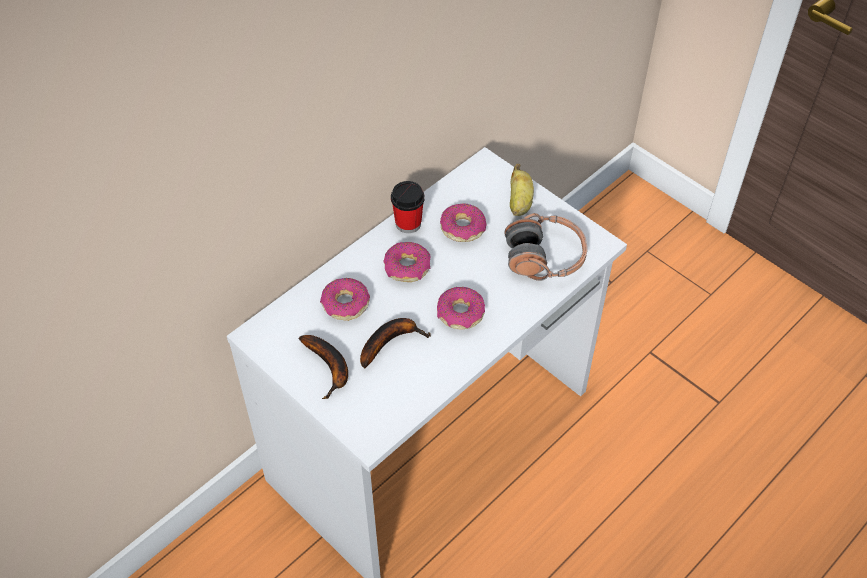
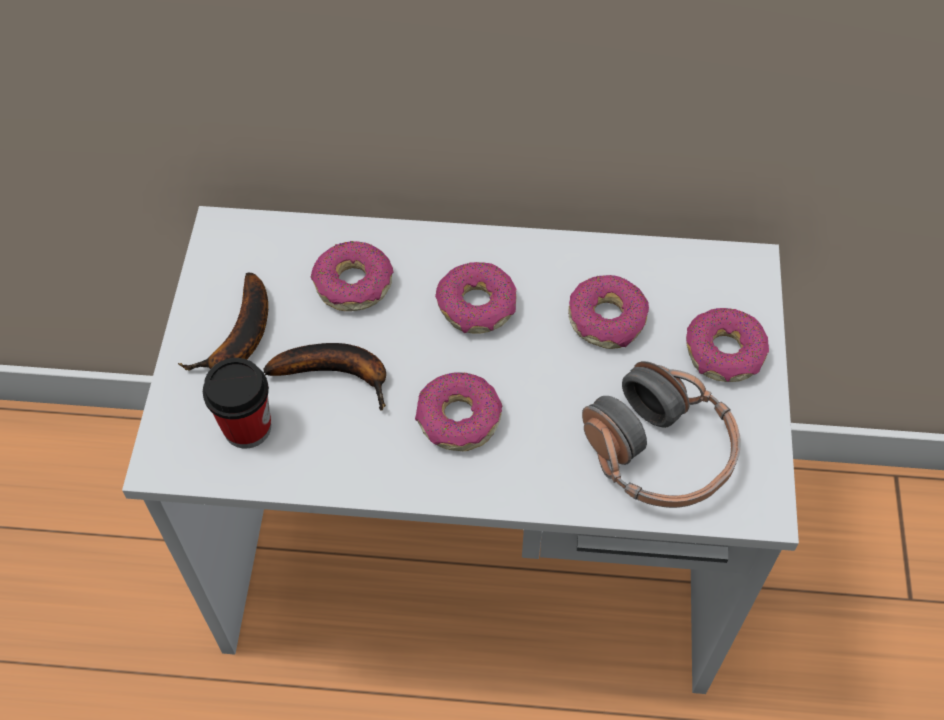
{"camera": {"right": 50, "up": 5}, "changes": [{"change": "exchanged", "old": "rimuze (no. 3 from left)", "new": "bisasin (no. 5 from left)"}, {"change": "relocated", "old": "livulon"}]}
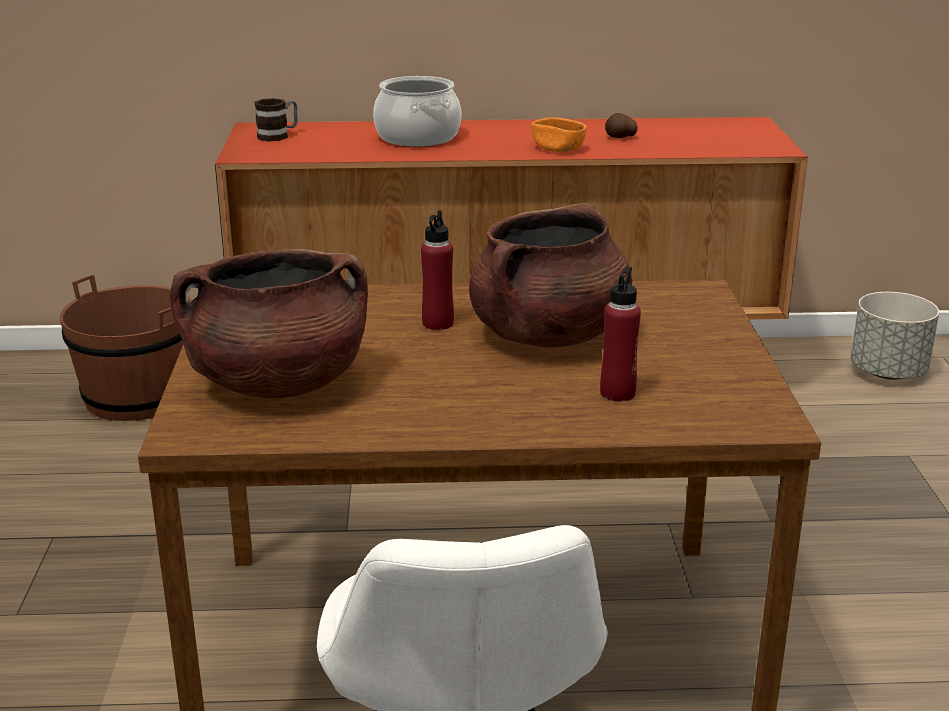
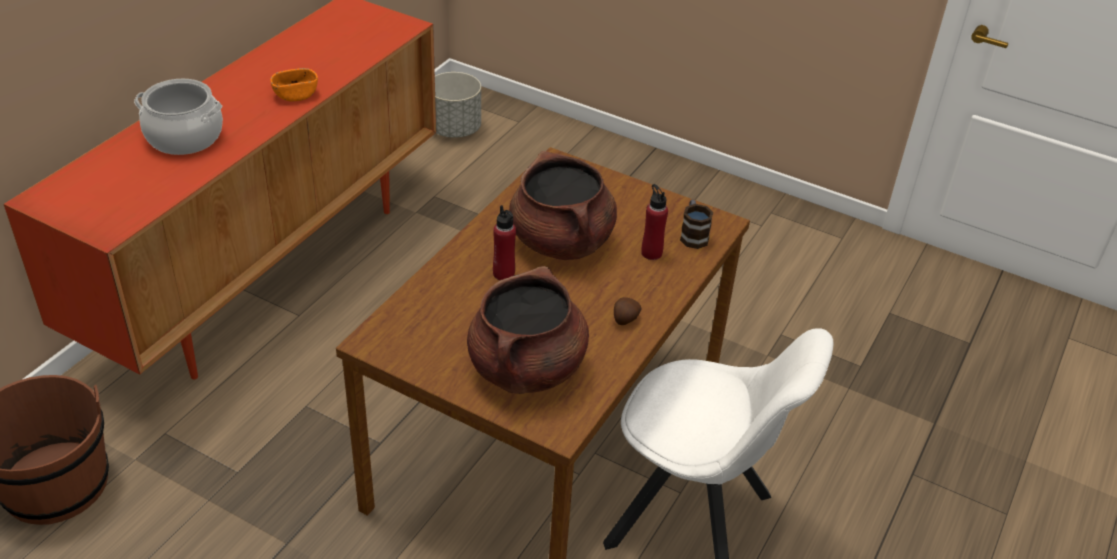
{"camera": {"right": -60, "up": 15}, "changes": [{"change": "relocated", "old": "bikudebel"}, {"change": "relocated", "old": "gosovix"}]}
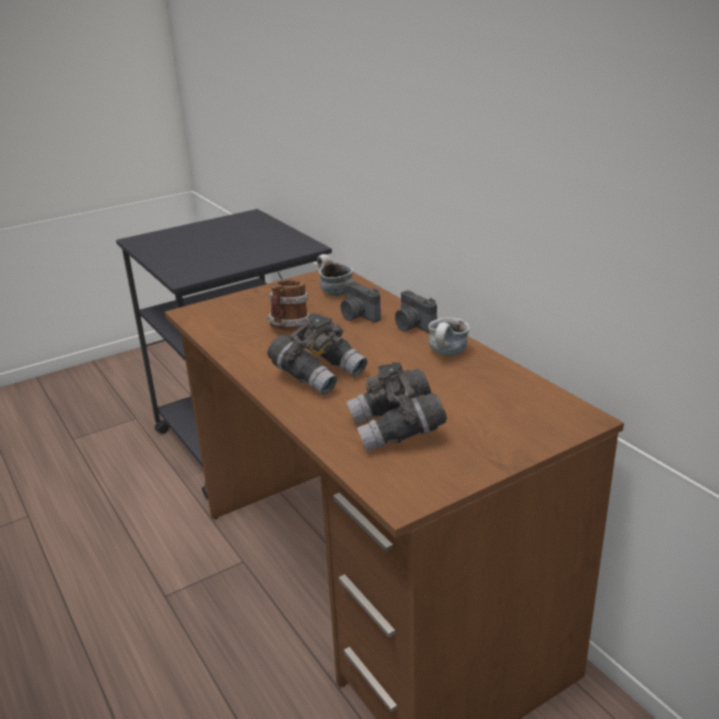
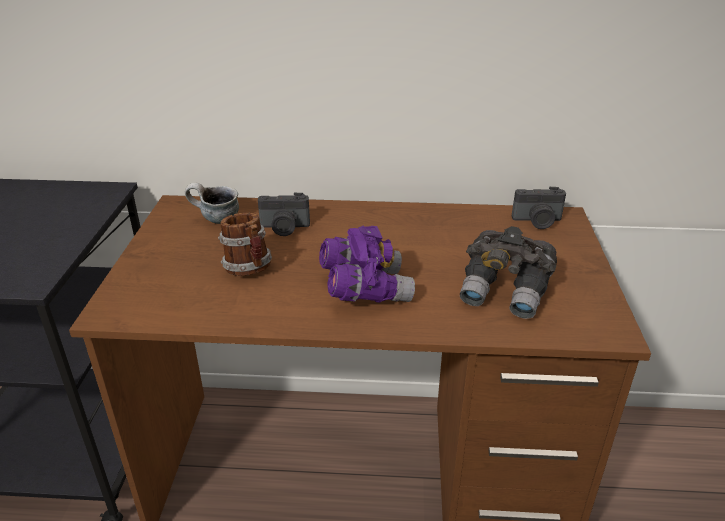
{"camera": {"right": -55, "up": 5}, "changes": [{"change": "relocated", "old": "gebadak (no. 2 from left)"}, {"change": "colour", "old": "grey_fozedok (no. 1 from left)", "new": "purple_fozedok"}, {"change": "missing", "old": "bikudebel (no. 3 from left)"}]}
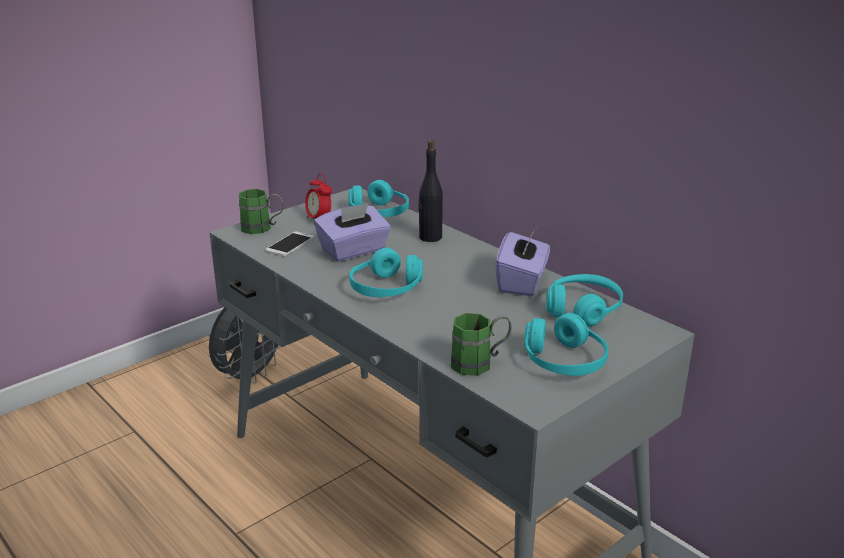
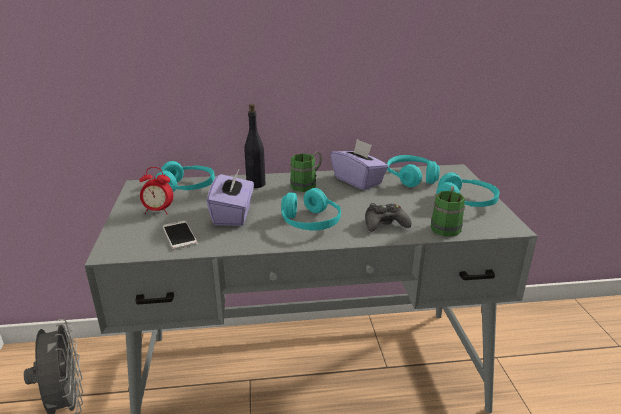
{"camera": {"right": -55, "up": 0}, "changes": [{"change": "relocated", "old": "green_bikudebel (no. 1 from left)"}, {"change": "appeared", "new": "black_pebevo"}]}
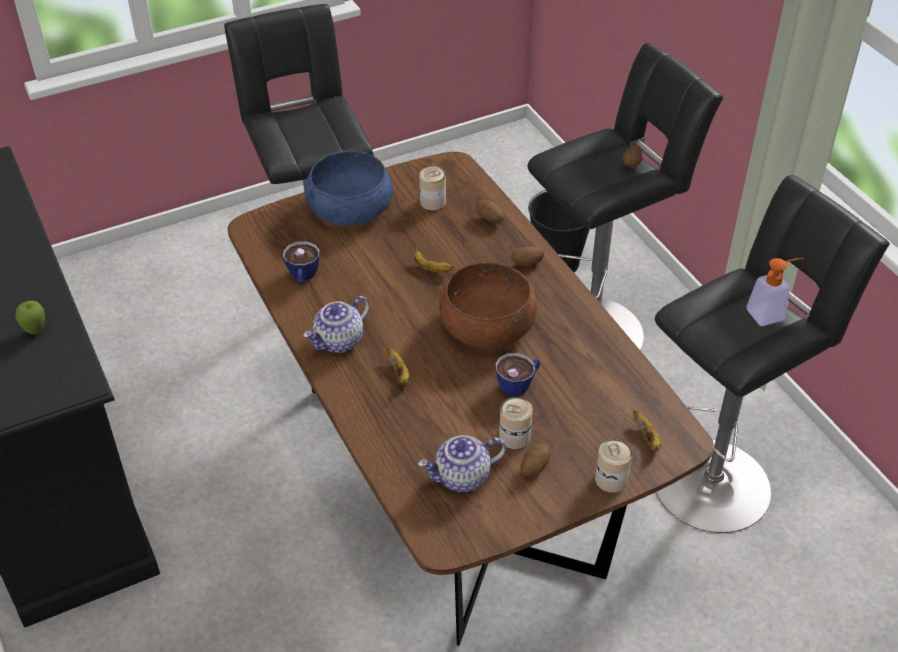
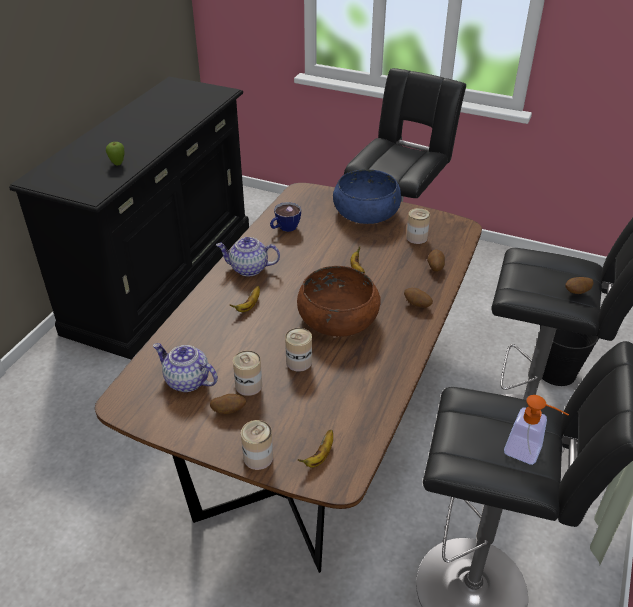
{"camera": {"right": 50, "up": -5}, "changes": [{"change": "exchanged", "old": "livulon (no. 2 from left)", "new": "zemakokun (no. 3 from left)"}]}
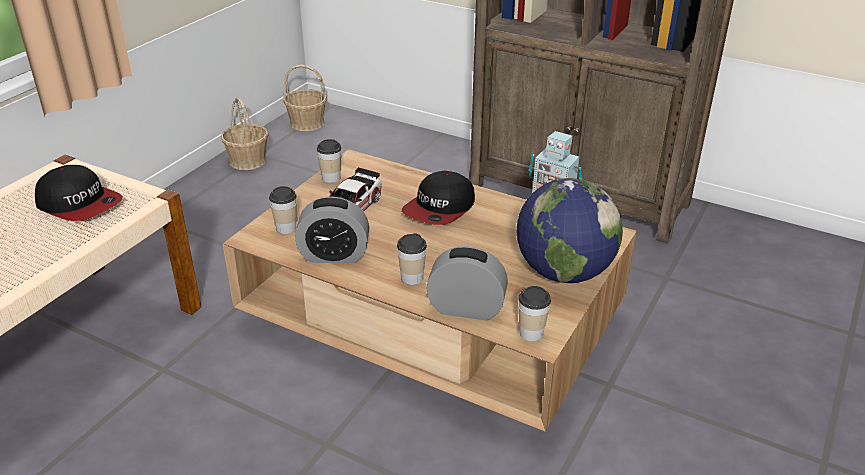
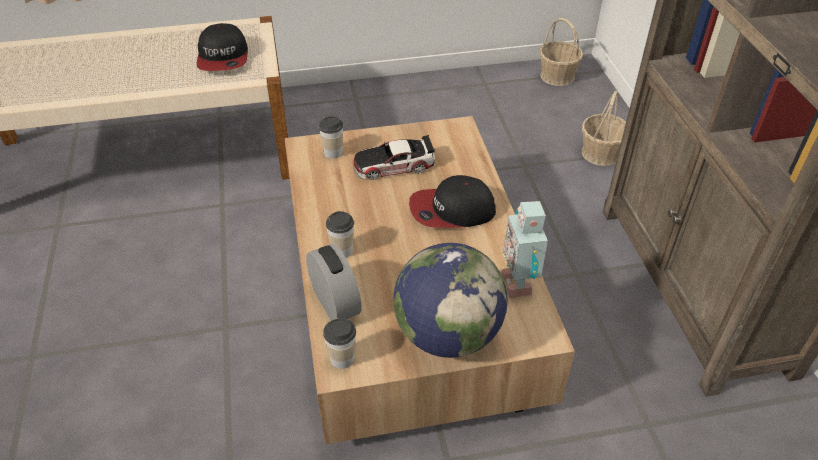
{"camera": {"right": 50, "up": 10}, "changes": [{"change": "relocated", "old": "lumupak (no. 1 from left in the first image)", "new": "lumupak (no. 2 from left)"}, {"change": "missing", "old": "livulon (no. 2 from left)"}, {"change": "missing", "old": "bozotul (no. 1 from left)"}]}
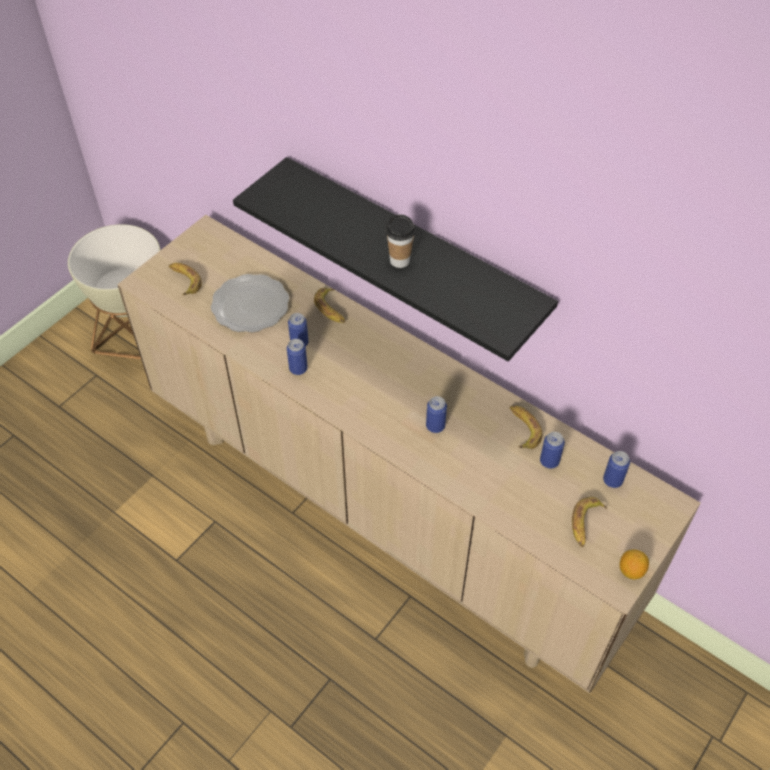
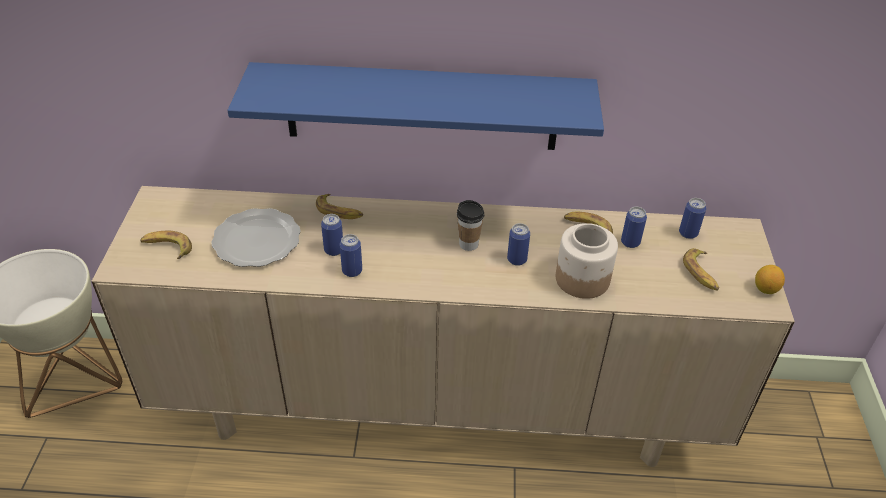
{"camera": {"right": -35, "up": -10}, "changes": [{"change": "colour", "old": "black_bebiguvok", "new": "blue_bebiguvok"}, {"change": "relocated", "old": "livulon"}, {"change": "appeared", "new": "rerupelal"}]}
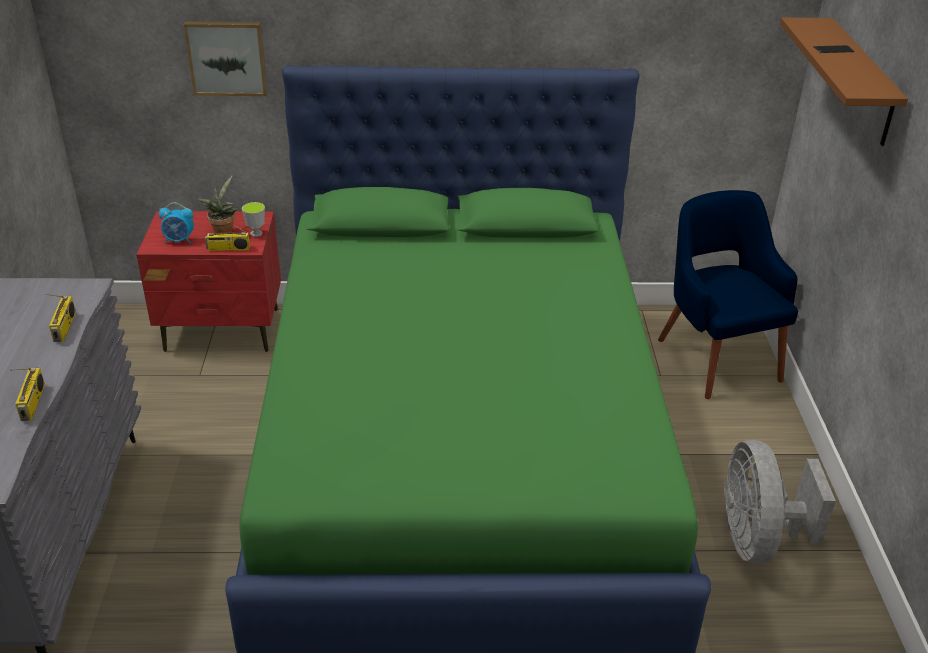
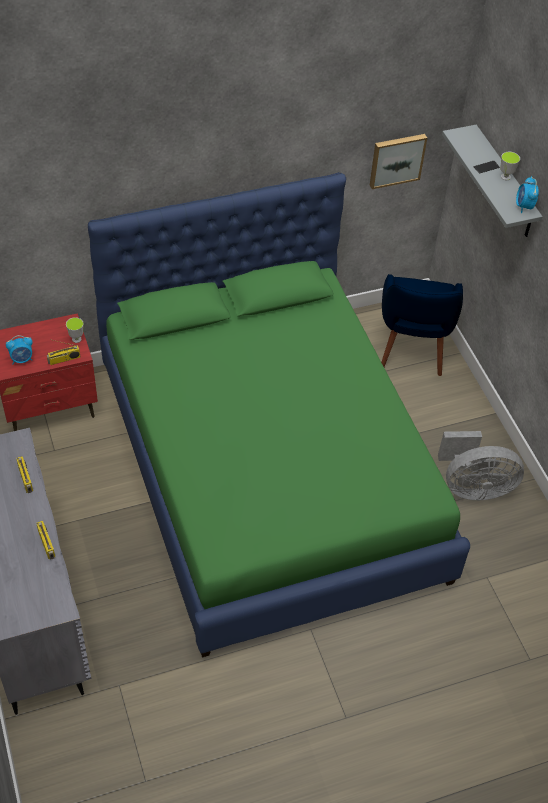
{"camera": {"right": -20, "up": 15}, "changes": [{"change": "colour", "old": "brown_bebiguvok", "new": "grey_bebiguvok"}, {"change": "relocated", "old": "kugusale"}, {"change": "missing", "old": "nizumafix"}, {"change": "spun", "old": "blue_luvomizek", "degrees": -135}, {"change": "spun", "old": "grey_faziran", "degrees": -75}, {"change": "appeared", "new": "livulon (no. 2 from left)"}, {"change": "appeared", "new": "bozotul (no. 2 from left)"}]}
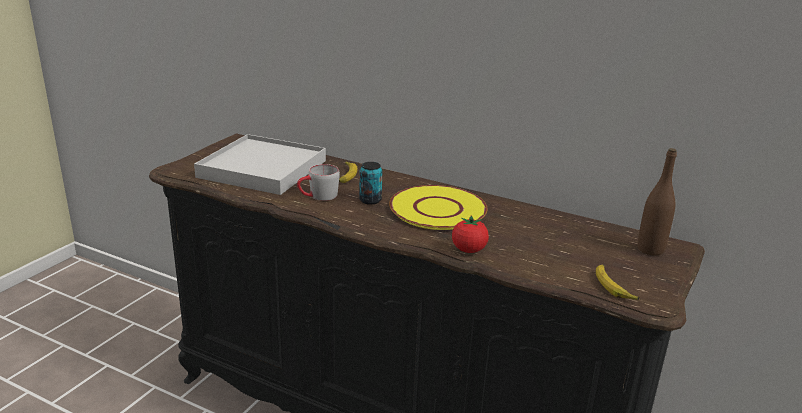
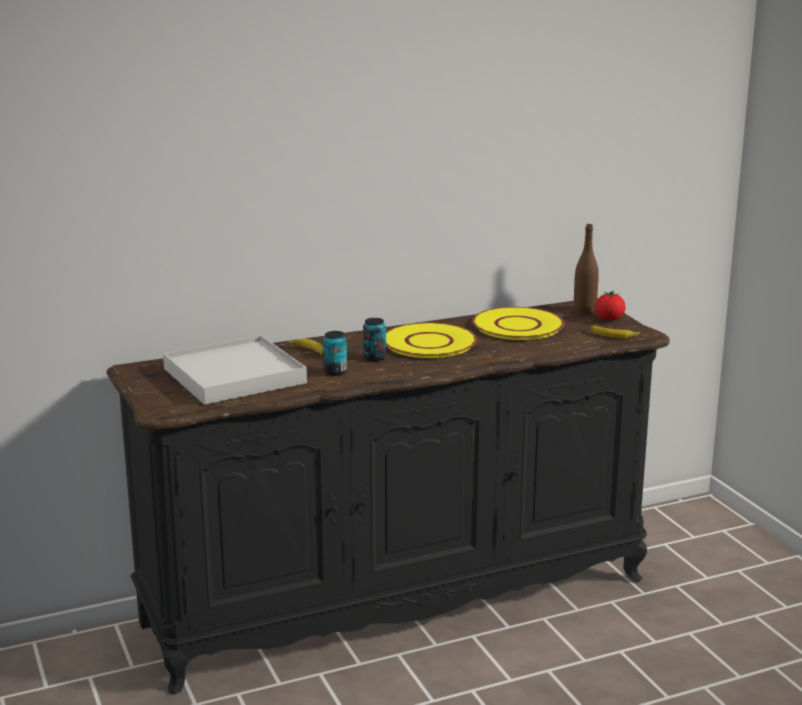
{"camera": {"right": -50, "up": -5}, "changes": [{"change": "exchanged", "old": "grey_bikudebel", "new": "zemakokun (no. 1 from left)"}, {"change": "relocated", "old": "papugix"}, {"change": "appeared", "new": "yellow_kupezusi (no. 2 from left)"}]}
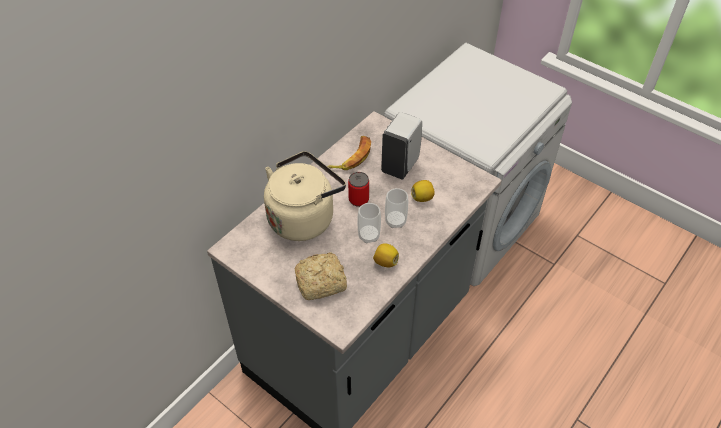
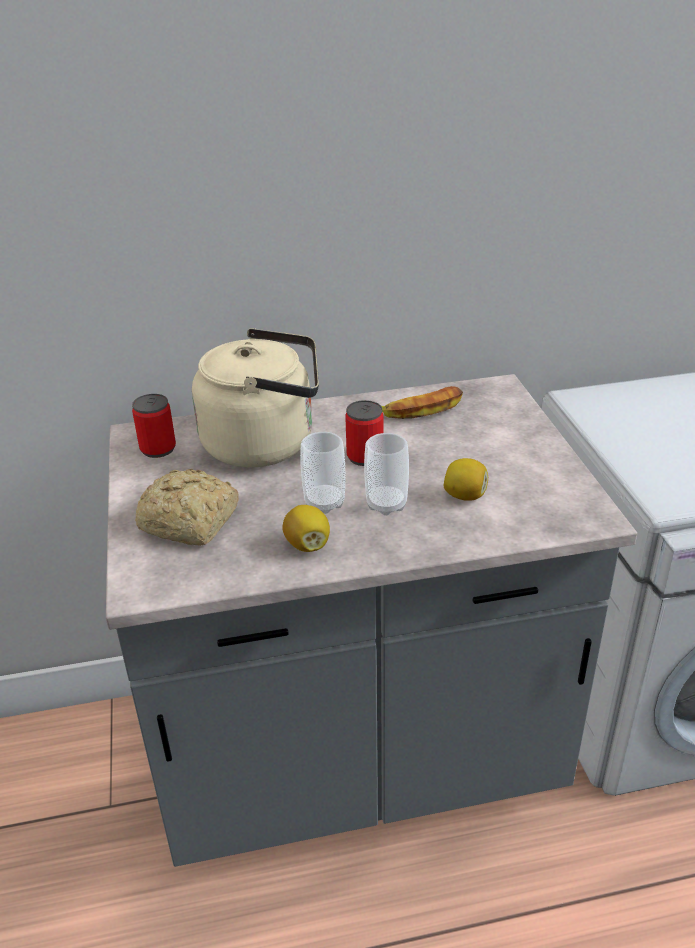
{"camera": {"right": 40, "up": -15}, "changes": [{"change": "missing", "old": "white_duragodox"}, {"change": "appeared", "new": "zemakokun (no. 1 from left)"}]}
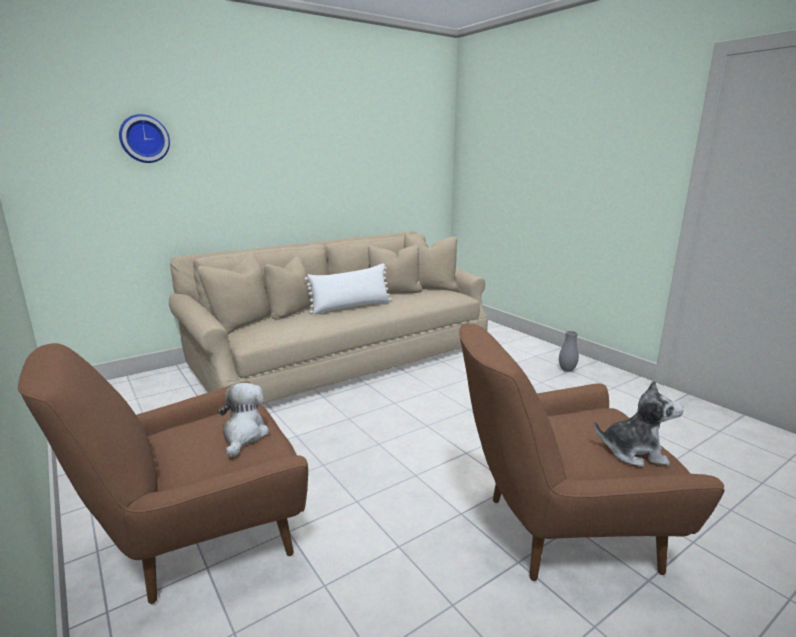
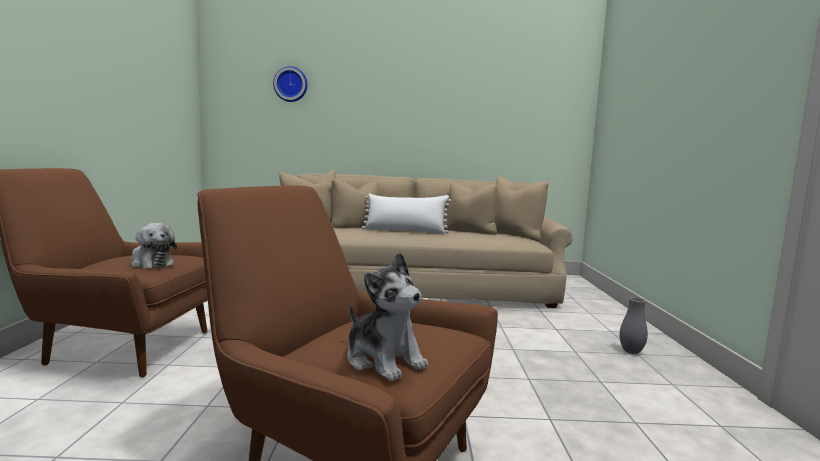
{"camera": {"right": 35, "up": -10}, "changes": [{"change": "spun", "old": "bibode (no. 1 from left)", "degrees": 90}]}
